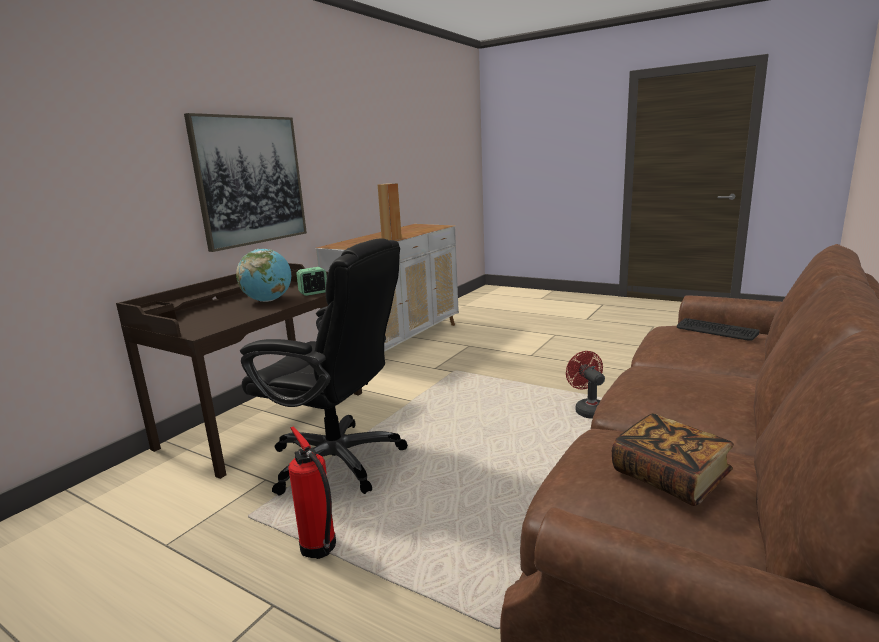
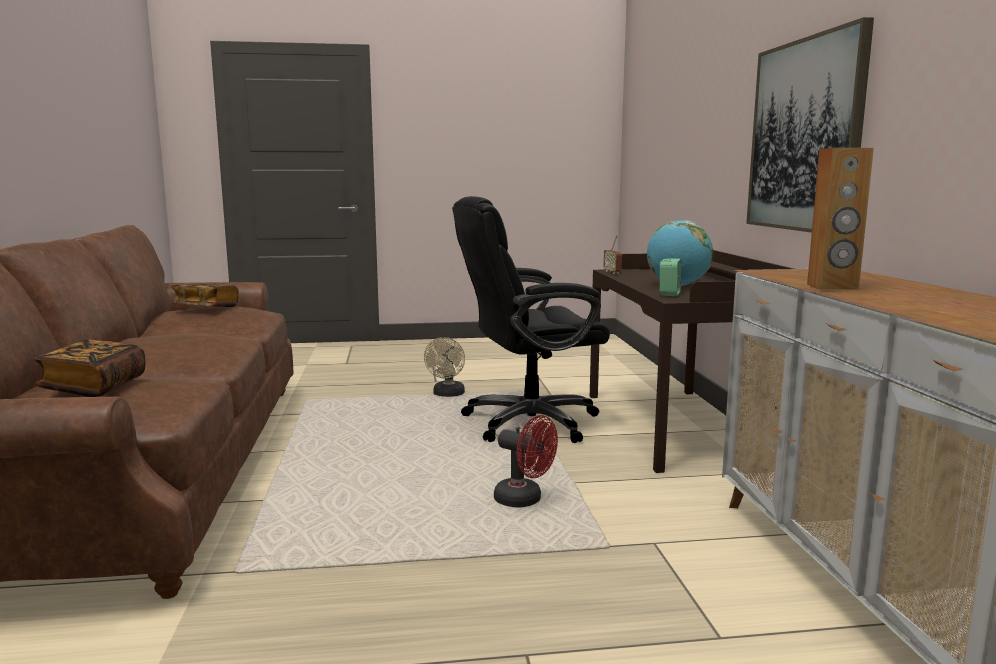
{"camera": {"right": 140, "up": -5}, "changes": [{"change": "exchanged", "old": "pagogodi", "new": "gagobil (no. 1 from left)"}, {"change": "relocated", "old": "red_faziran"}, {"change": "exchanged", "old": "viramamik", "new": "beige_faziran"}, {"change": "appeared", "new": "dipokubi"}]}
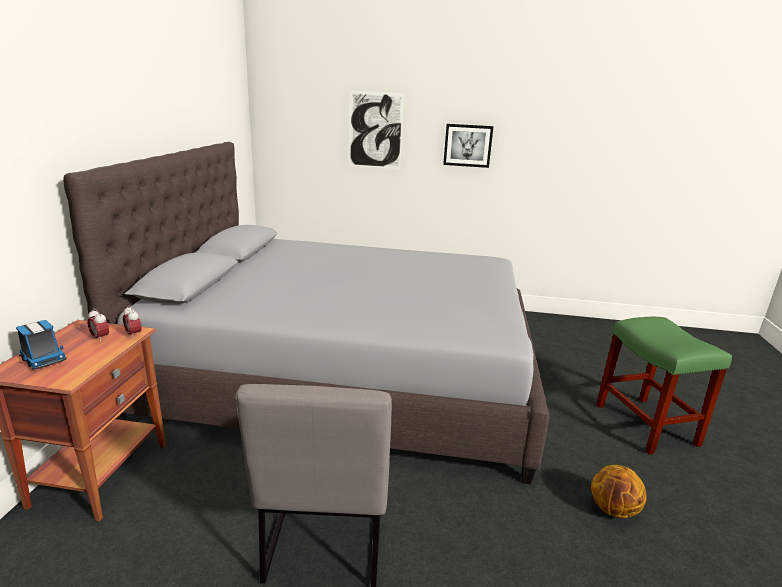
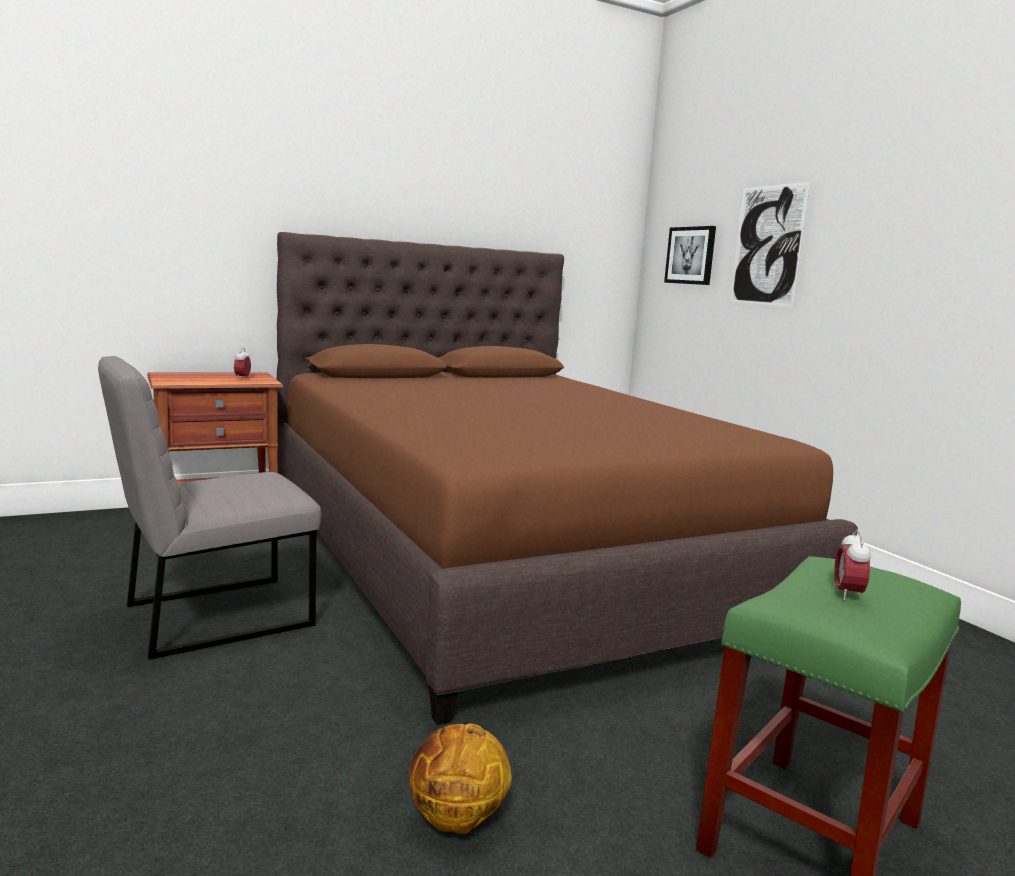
{"camera": {"right": 55, "up": -10}, "changes": [{"change": "relocated", "old": "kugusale (no. 2 from left in the first image)", "new": "kugusale (no. 1 from left)"}, {"change": "colour", "old": "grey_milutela", "new": "brown_milutela"}, {"change": "relocated", "old": "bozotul (no. 2 from left)"}, {"change": "missing", "old": "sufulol"}]}
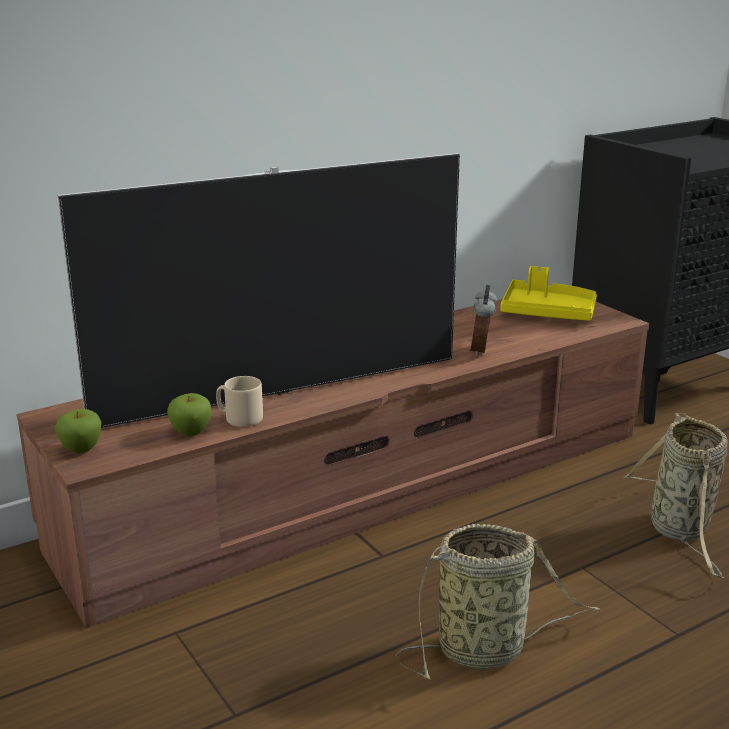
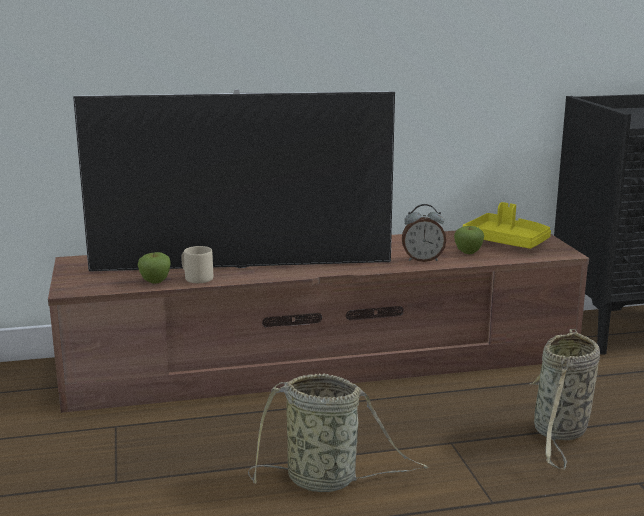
{"camera": {"right": 20, "up": -5}, "changes": [{"change": "spun", "old": "bozotul", "degrees": -120}, {"change": "relocated", "old": "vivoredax (no. 1 from left in the first image)", "new": "vivoredax (no. 2 from left)"}]}
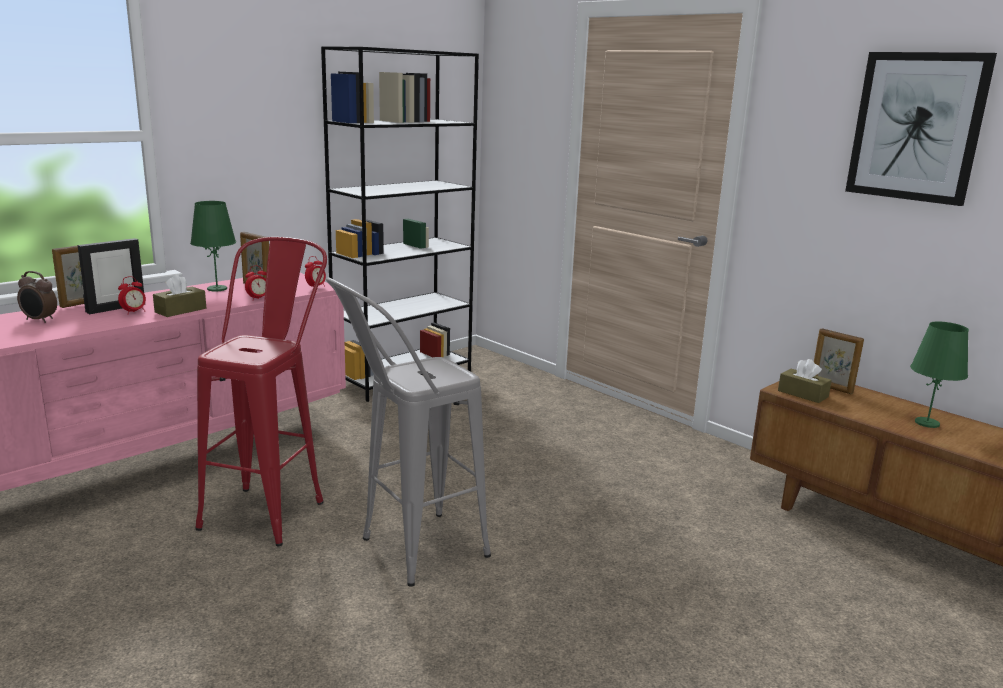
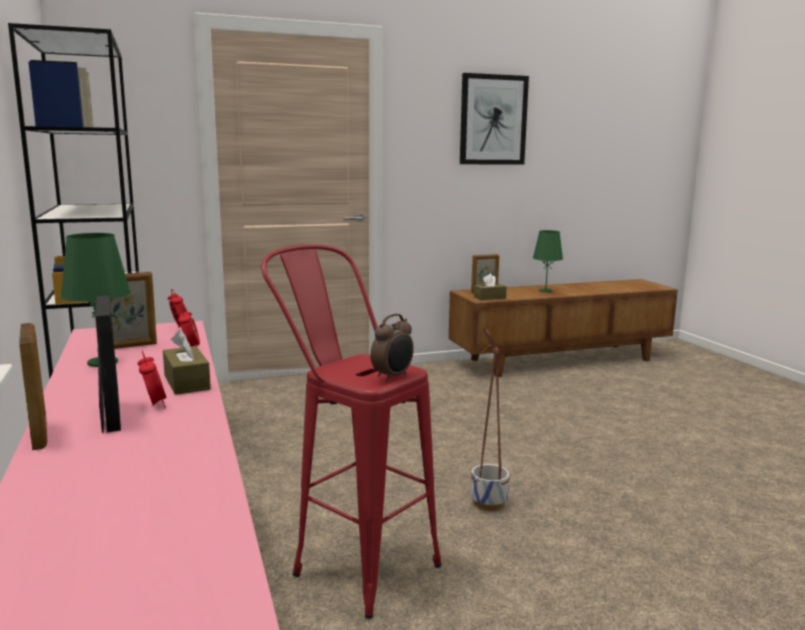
{"camera": {"right": -65, "up": -5}, "changes": [{"change": "relocated", "old": "bozotul (no. 1 from left in the first image)", "new": "bozotul (no. 4 from left)"}, {"change": "exchanged", "old": "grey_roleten", "new": "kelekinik"}]}
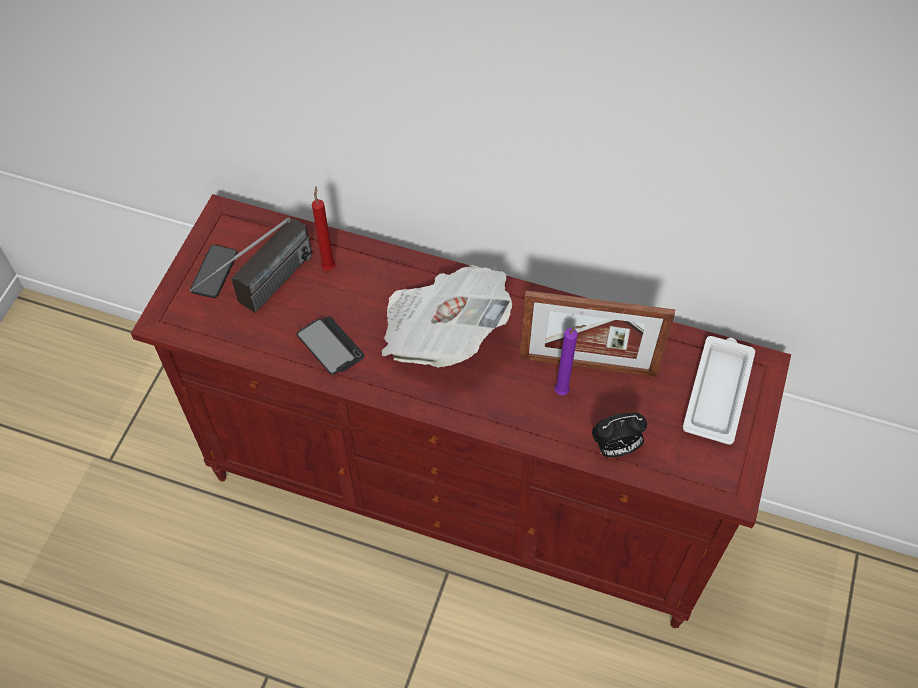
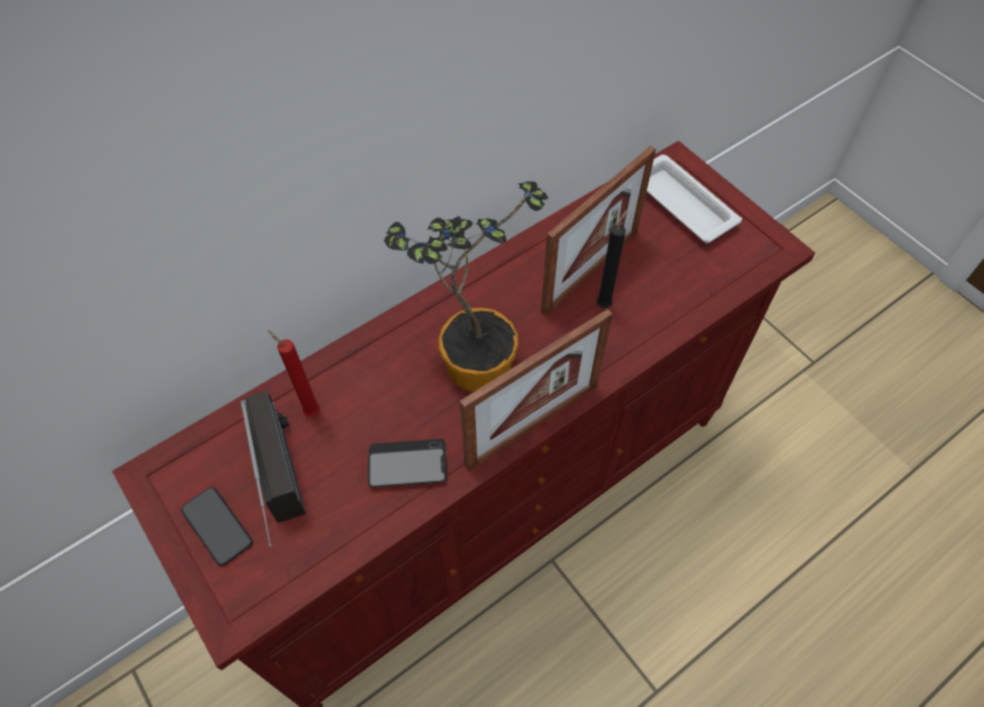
{"camera": {"right": -55, "up": 0}, "changes": [{"change": "exchanged", "old": "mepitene", "new": "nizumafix"}, {"change": "colour", "old": "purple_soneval", "new": "black_soneval"}, {"change": "missing", "old": "bozotul"}, {"change": "appeared", "new": "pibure (no. 1 from left)"}]}
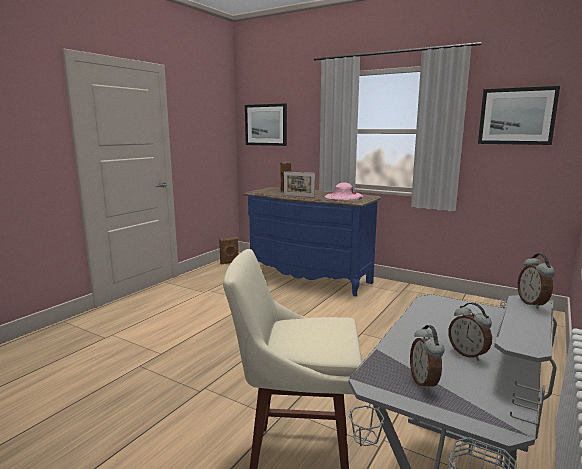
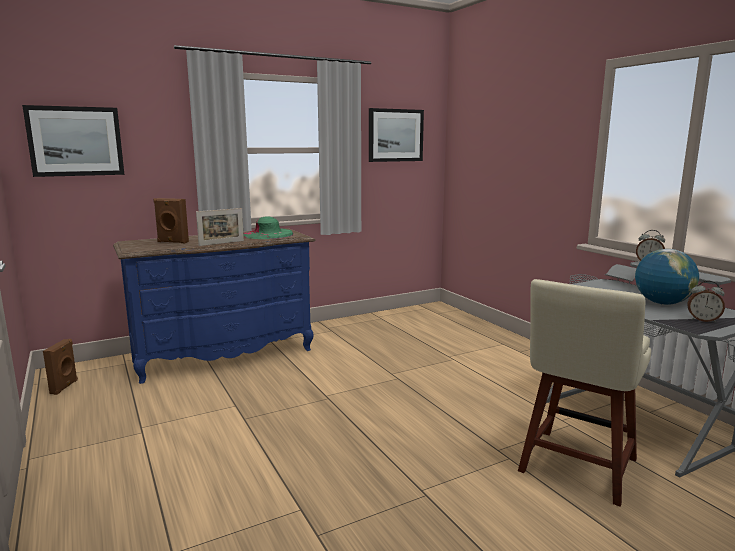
{"camera": {"right": -60, "up": 0}, "changes": [{"change": "colour", "old": "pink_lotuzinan", "new": "green_lotuzinan"}, {"change": "exchanged", "old": "bozotul (no. 2 from left)", "new": "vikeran"}]}
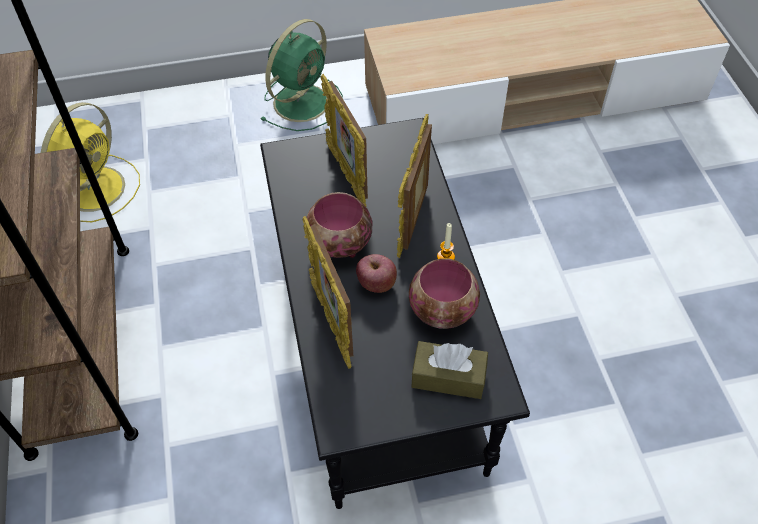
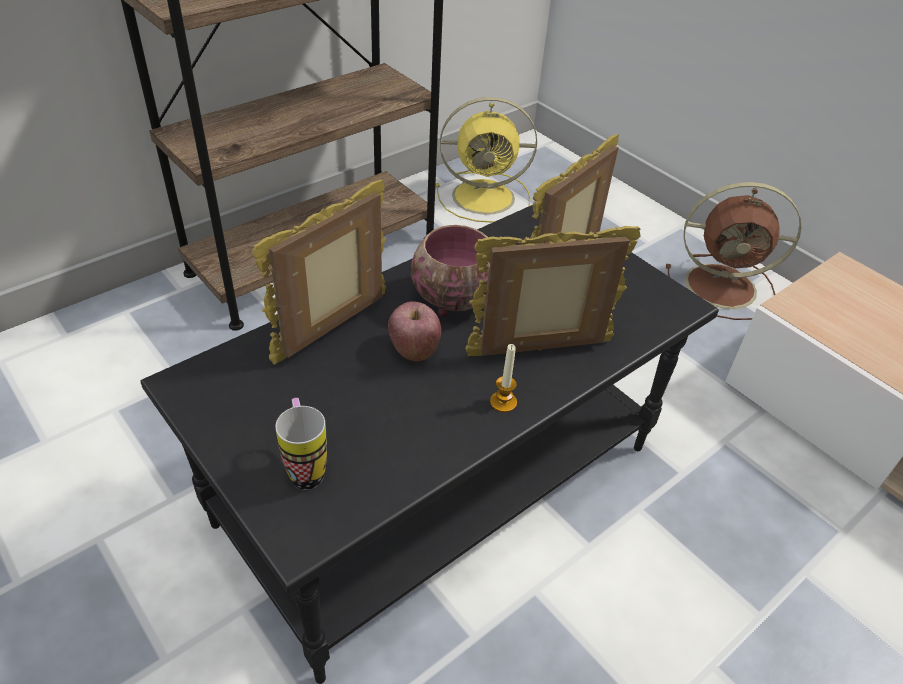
{"camera": {"right": 60, "up": -10}, "changes": [{"change": "colour", "old": "green_faziran", "new": "brown_faziran"}, {"change": "missing", "old": "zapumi (no. 2 from left)"}, {"change": "exchanged", "old": "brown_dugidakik", "new": "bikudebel"}]}
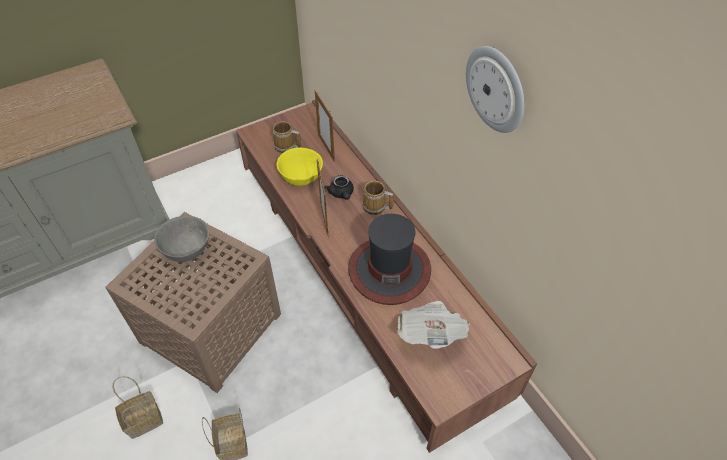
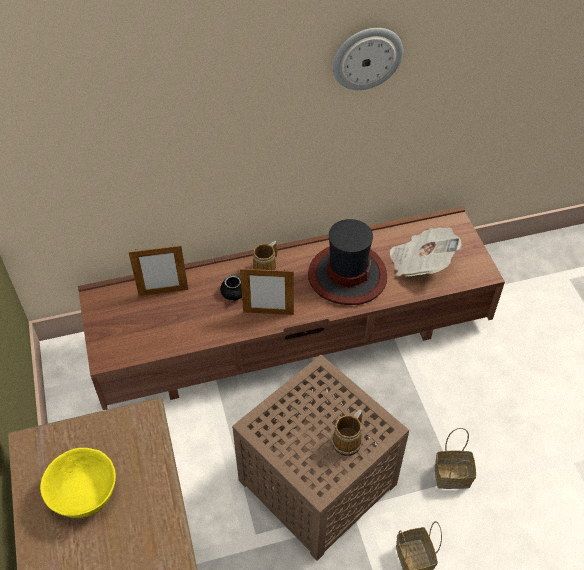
{"camera": {"right": -75, "up": 0}, "changes": [{"change": "relocated", "old": "bikudebel (no. 1 from left in the first image)", "new": "bikudebel (no. 2 from left)"}, {"change": "relocated", "old": "yellow_zapumi"}, {"change": "missing", "old": "grey_zapumi"}]}
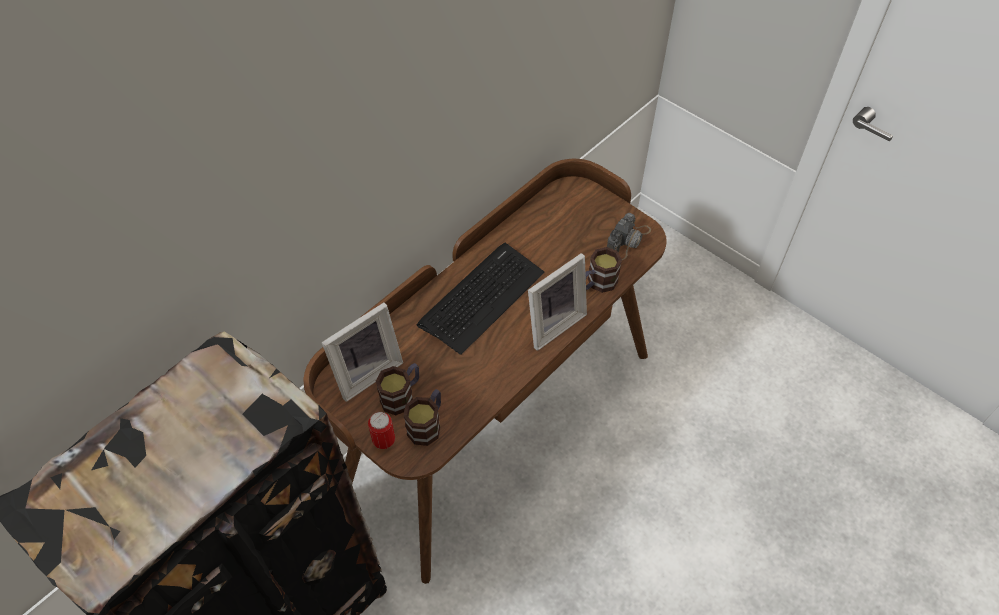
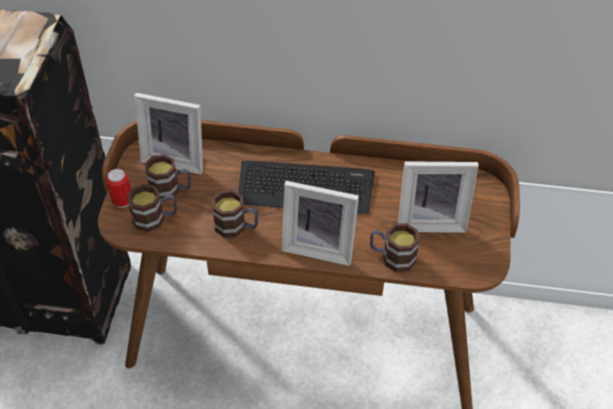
{"camera": {"right": 55, "up": -5}, "changes": [{"change": "missing", "old": "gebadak"}, {"change": "appeared", "new": "pibure (no. 3 from left)"}, {"change": "appeared", "new": "bikudebel (no. 3 from left)"}]}
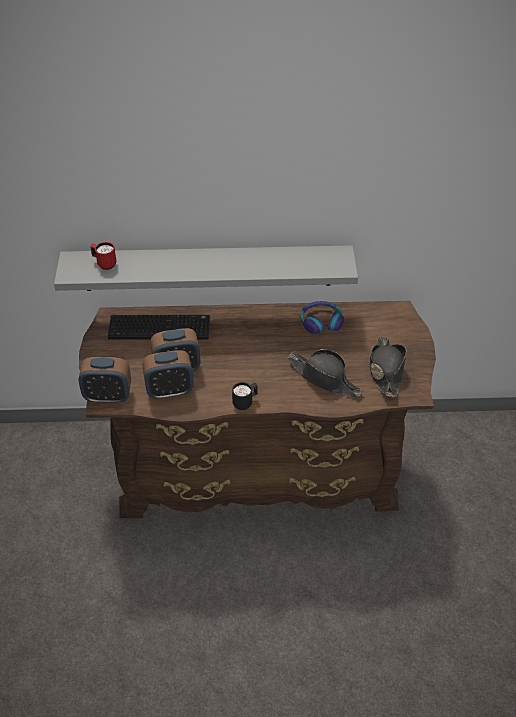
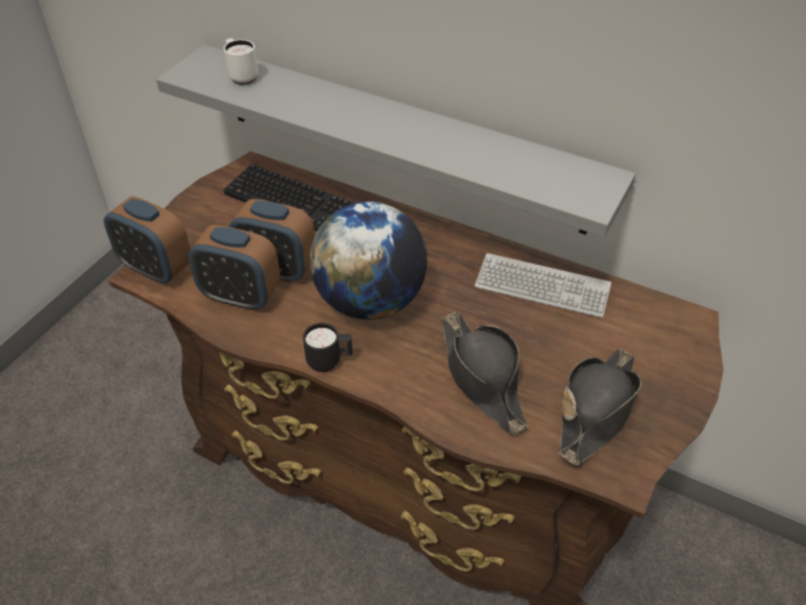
{"camera": {"right": 30, "up": 0}, "changes": [{"change": "colour", "old": "red_bikudebel", "new": "white_bikudebel"}, {"change": "exchanged", "old": "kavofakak", "new": "pagogodi (no. 2 from left)"}, {"change": "appeared", "new": "vikeran"}]}
